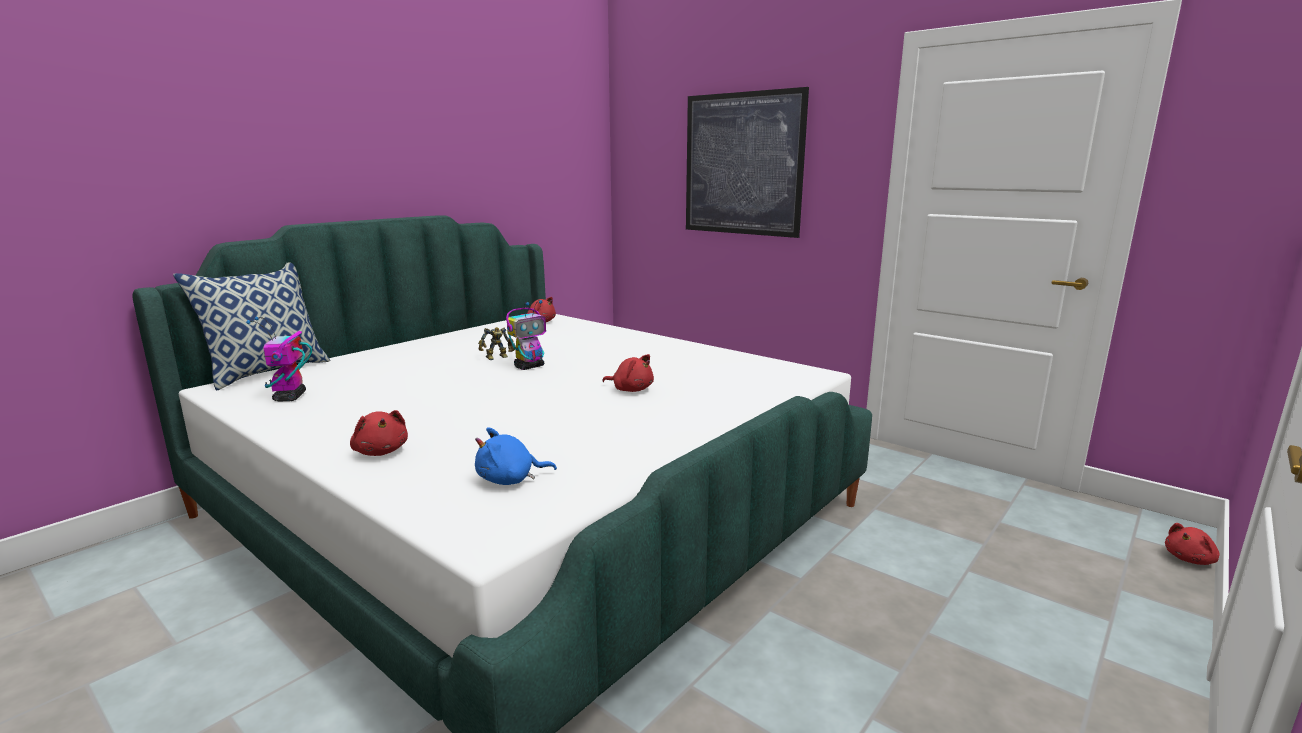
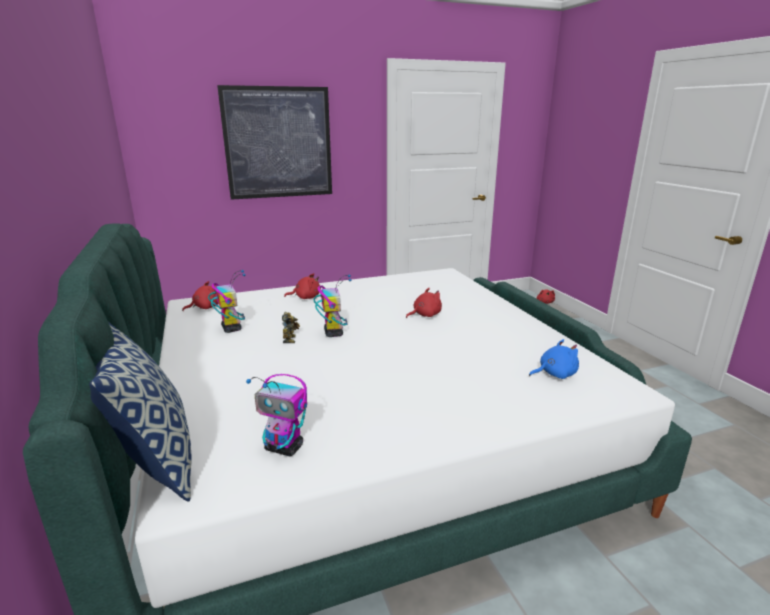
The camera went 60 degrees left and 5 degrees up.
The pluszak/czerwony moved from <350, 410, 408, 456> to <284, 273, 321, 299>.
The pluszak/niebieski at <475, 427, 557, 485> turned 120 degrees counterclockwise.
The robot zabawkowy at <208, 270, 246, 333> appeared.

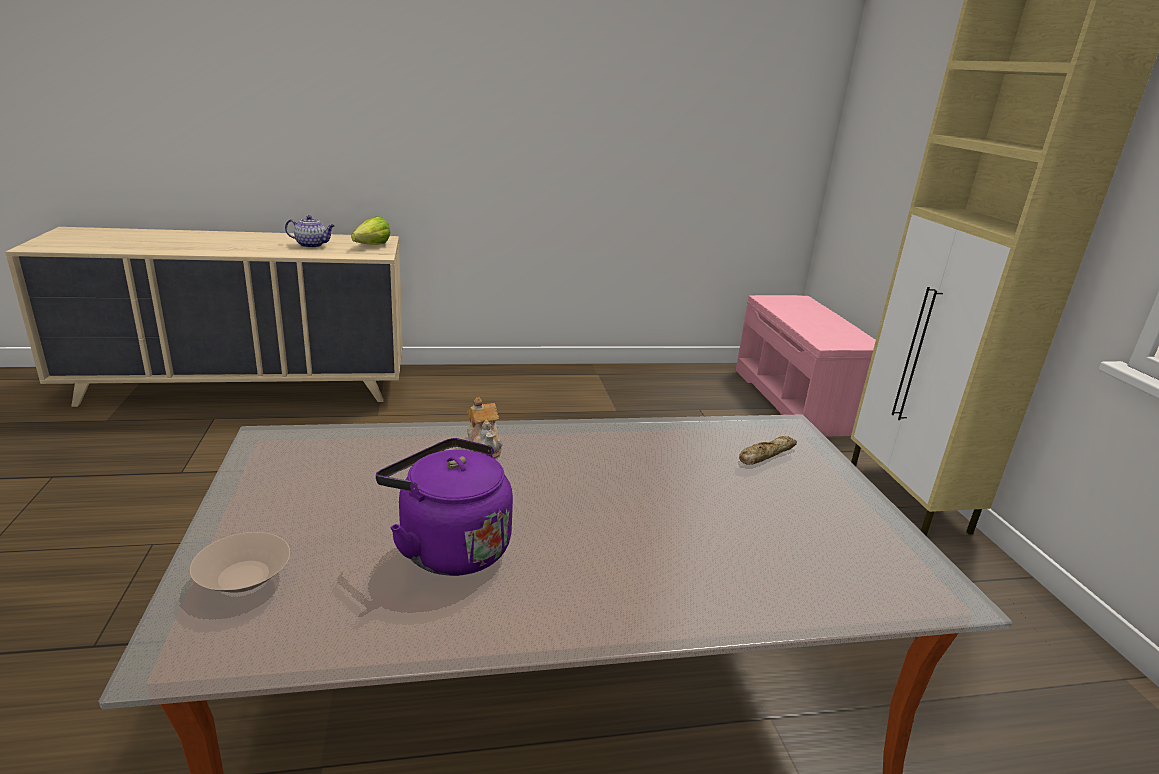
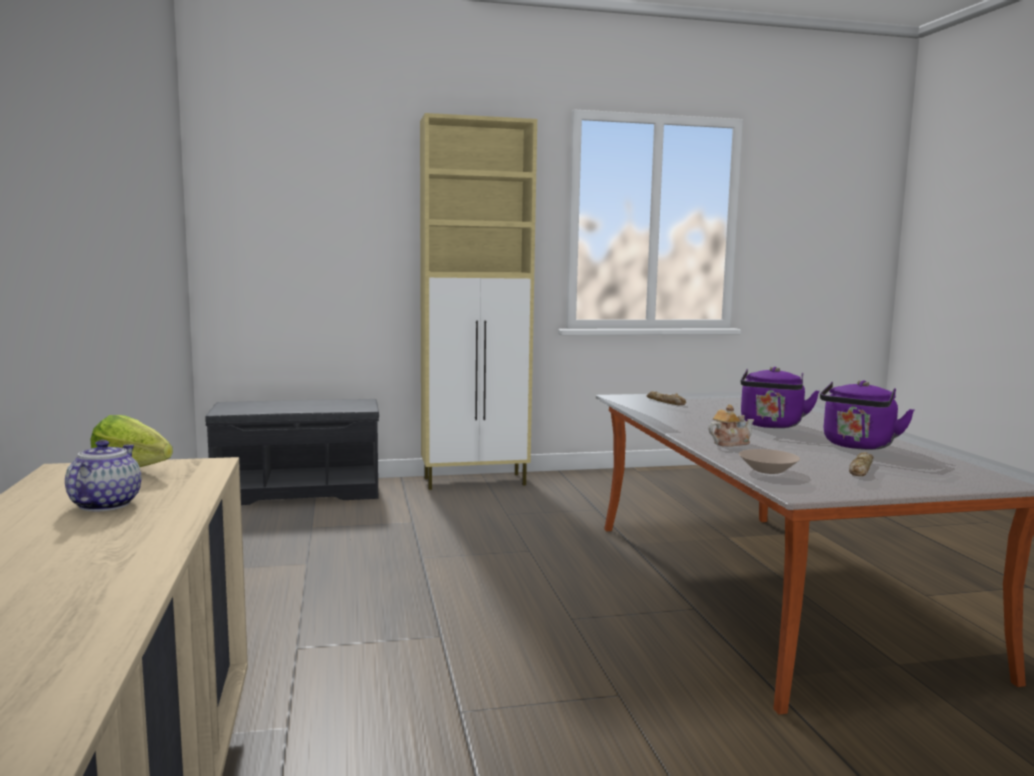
The camera went 90 degrees left and 15 degrees down.
The ławka/różowy at <736, 295, 876, 437> became the ławka/szary at <205, 399, 379, 505>.
The miska/beżowy moved from <190, 532, 290, 593> to <739, 449, 800, 474>.
The czajnik/fioletowy at <741, 367, 820, 428> appeared.
The chleb at <849, 452, 874, 476> appeared.

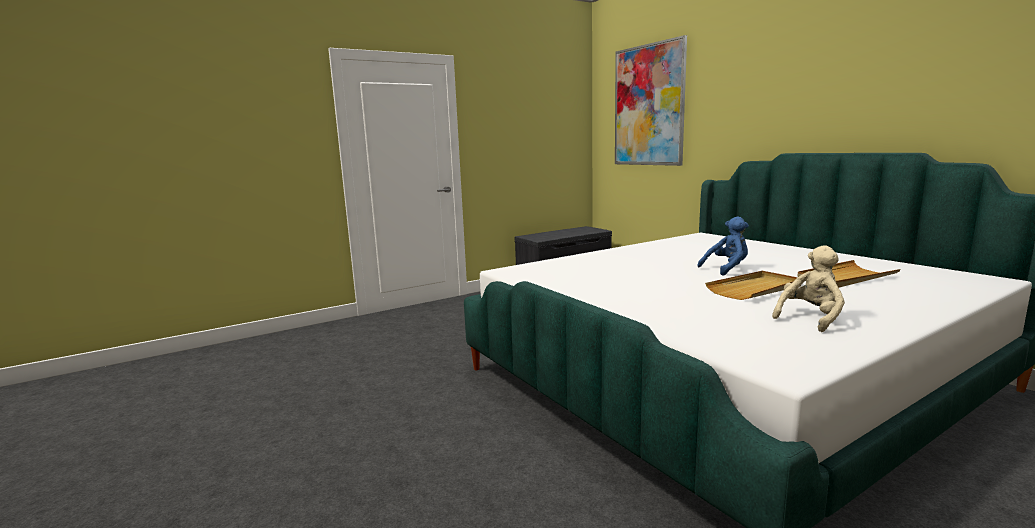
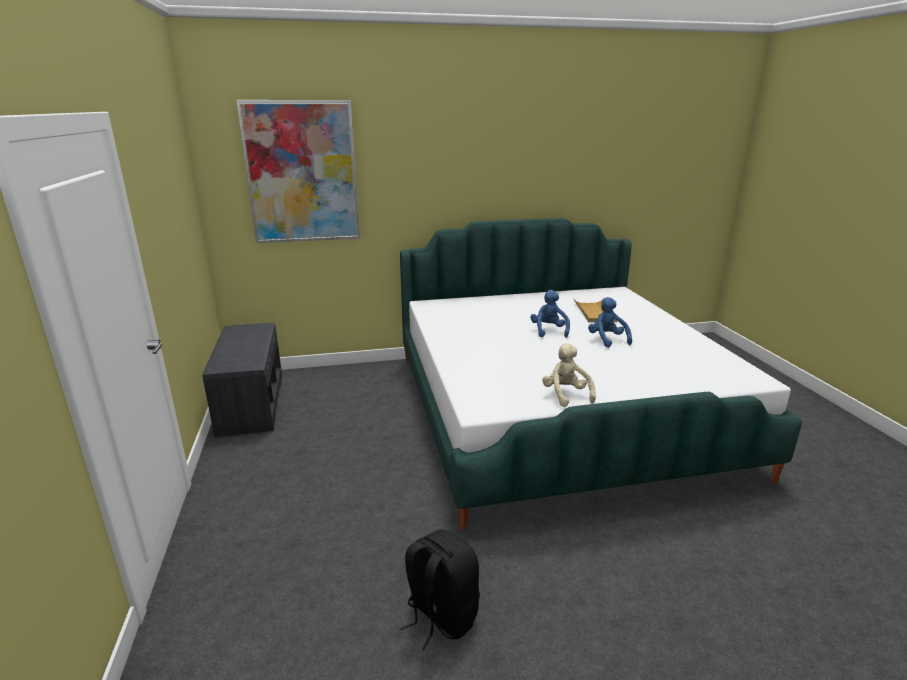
The camera went 70 degrees left and 10 degrees up.
The pluszak/beżowy moved from <772, 245, 845, 332> to <542, 343, 596, 407>.
The taca/beżowy at <705, 271, 802, 300> was replaced by the pluszak/niebieski at <588, 297, 632, 348>.
The plecak/czarny at <400, 529, 480, 651> appeared.

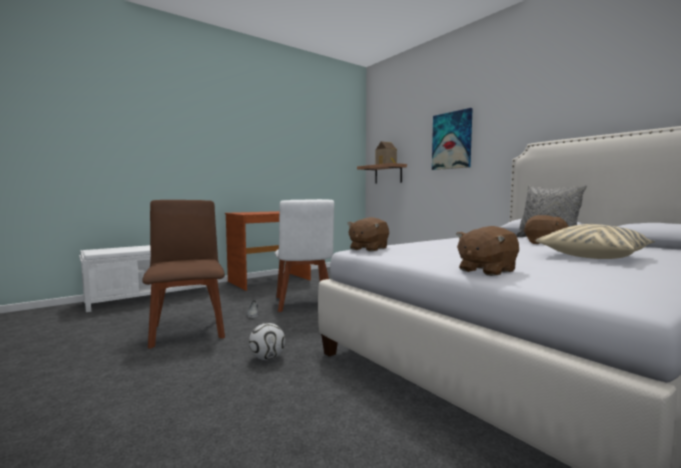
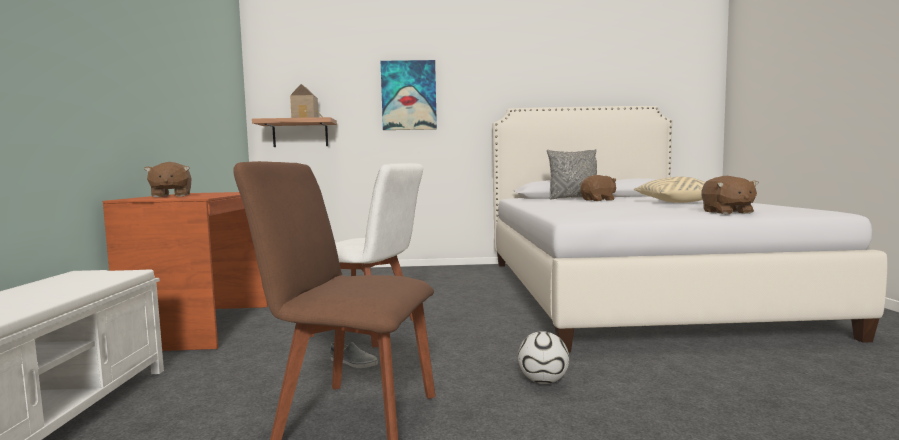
The camera went 55 degrees left and 0 degrees up.
The pluszak/brązowy moved from <347, 217, 389, 252> to <144, 162, 192, 197>.

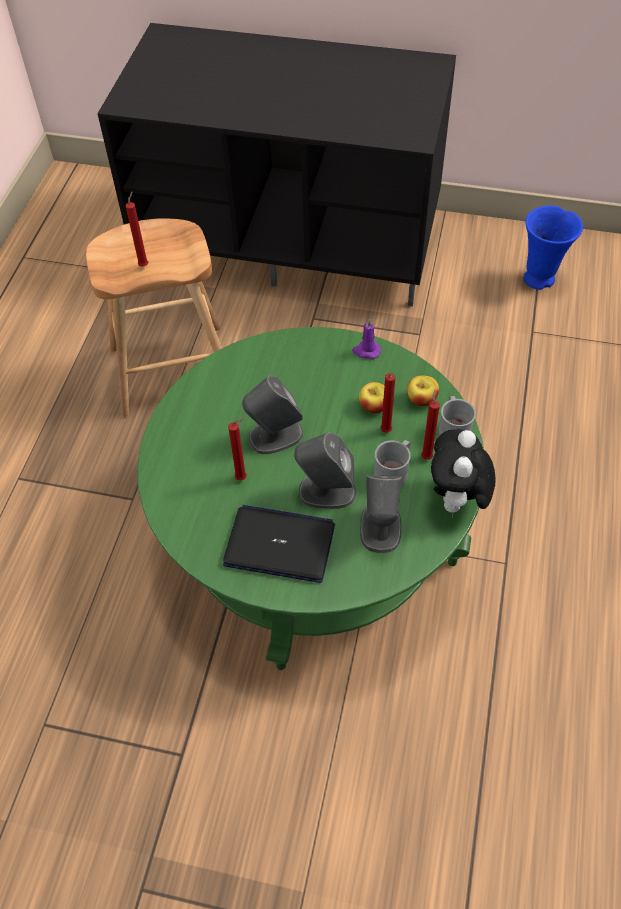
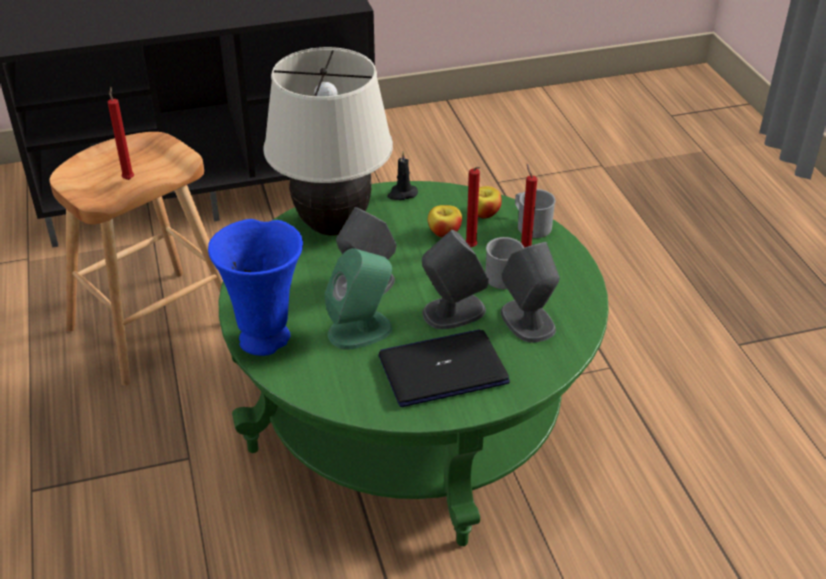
The camera went 30 degrees left and 15 degrees down.
The wazon/niebieski moved from <523, 205, 583, 290> to <208, 219, 303, 356>.
The świeca/fioletowy at <352, 319, 381, 359> became the świeca/czarny at <387, 151, 418, 200>.
The świeca/czerwony at <228, 419, 247, 481> was replaced by the głośnik/zielony at <325, 248, 393, 350>.
The pluszak at <431, 429, 495, 517> disappeared.
The lampa stołowa/beżowy at <263, 47, 393, 236> appeared.

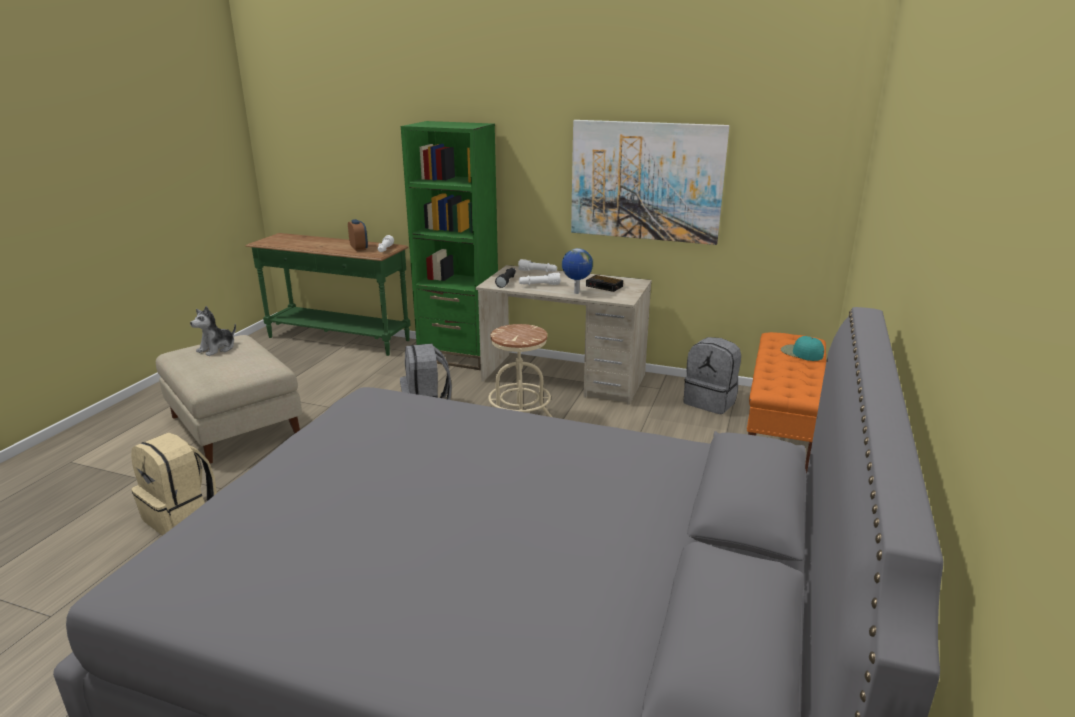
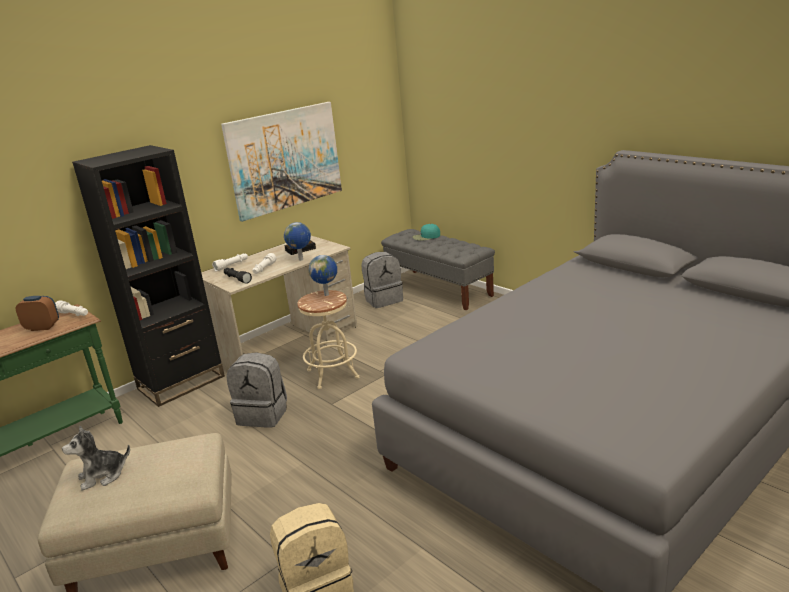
The camera went 60 degrees left and 0 degrees up.
The regał/zielony at <401, 121, 498, 370> became the regał/czarny at <72, 145, 225, 407>.
The pluszak at <190, 306, 236, 356> turned 90 degrees clockwise.
The ławka/pomarańczowy at <747, 332, 826, 474> became the ławka/szary at <381, 229, 495, 310>.
The globus at <309, 255, 337, 296> appeared.

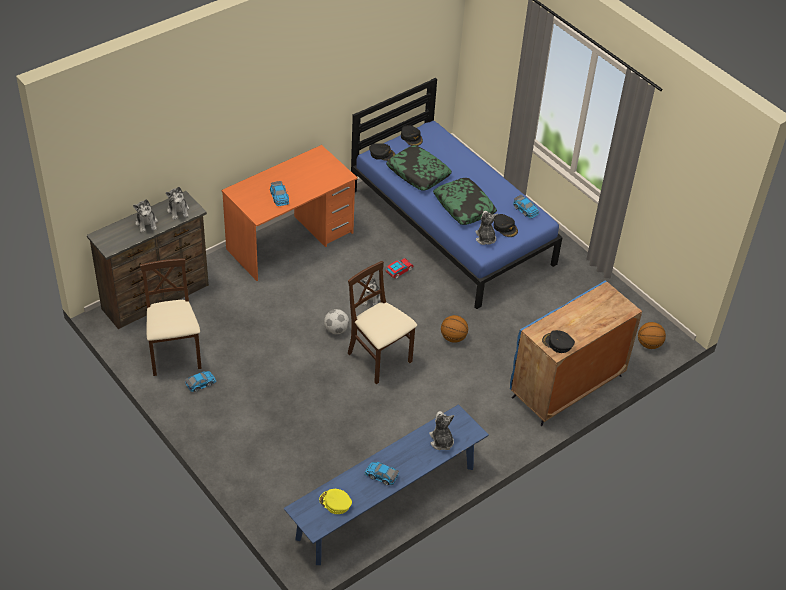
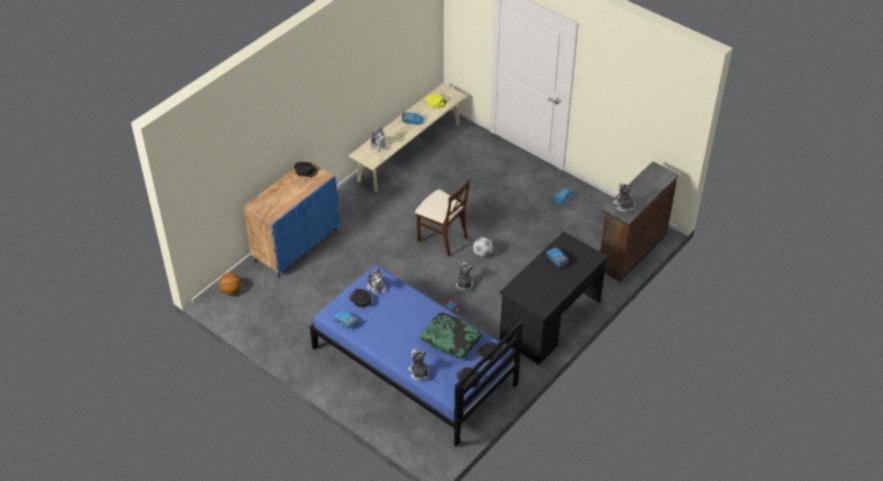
The camera went 170 degrees right and 0 degrees up.
The biurko/pomarańczowy at <222, 145, 358, 281> became the biurko/czarny at <499, 231, 608, 365>.
The poduszka at <433, 178, 497, 225> disappeared.
The pluszak moved from <133, 199, 158, 233> to <408, 349, 429, 380>.
The krzesło/beżowy at <140, 258, 202, 376> disappeared.
The piłka do koszykówki at <441, 315, 468, 343> disappeared.
The ławka/niebieski at <284, 404, 489, 565> became the ławka/beżowy at <348, 83, 466, 192>.

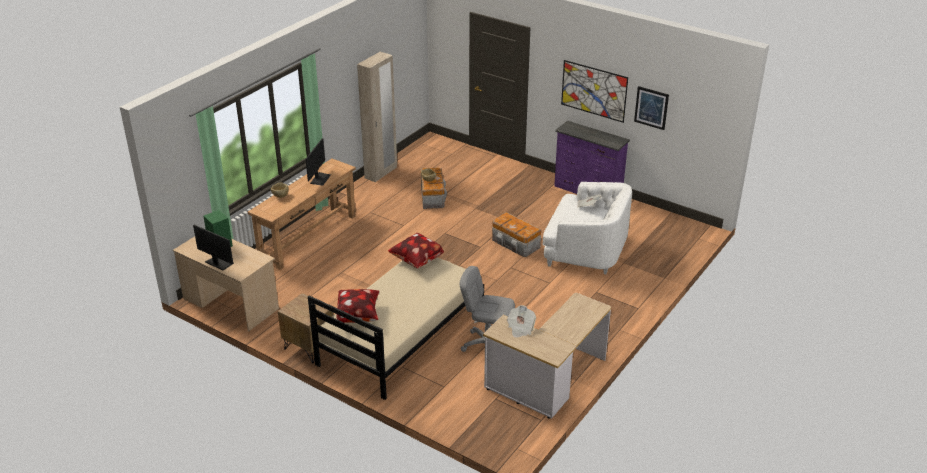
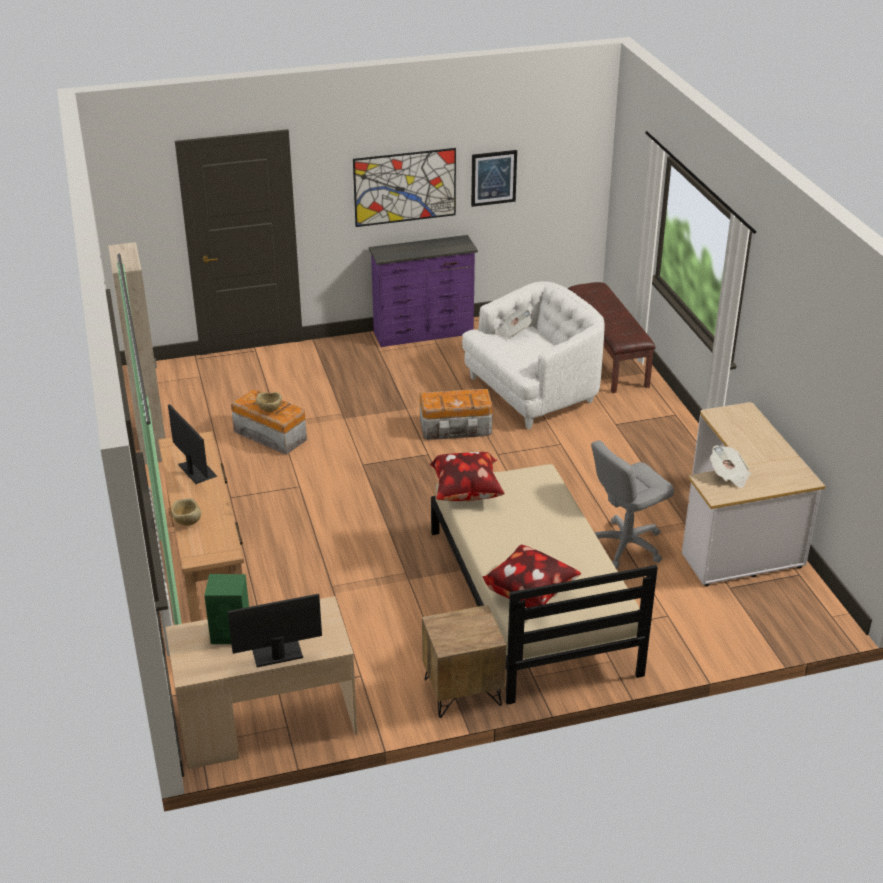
The camera went 50 degrees left and 0 degrees up.
The ławka/brązowy at <568, 282, 656, 393> appeared.

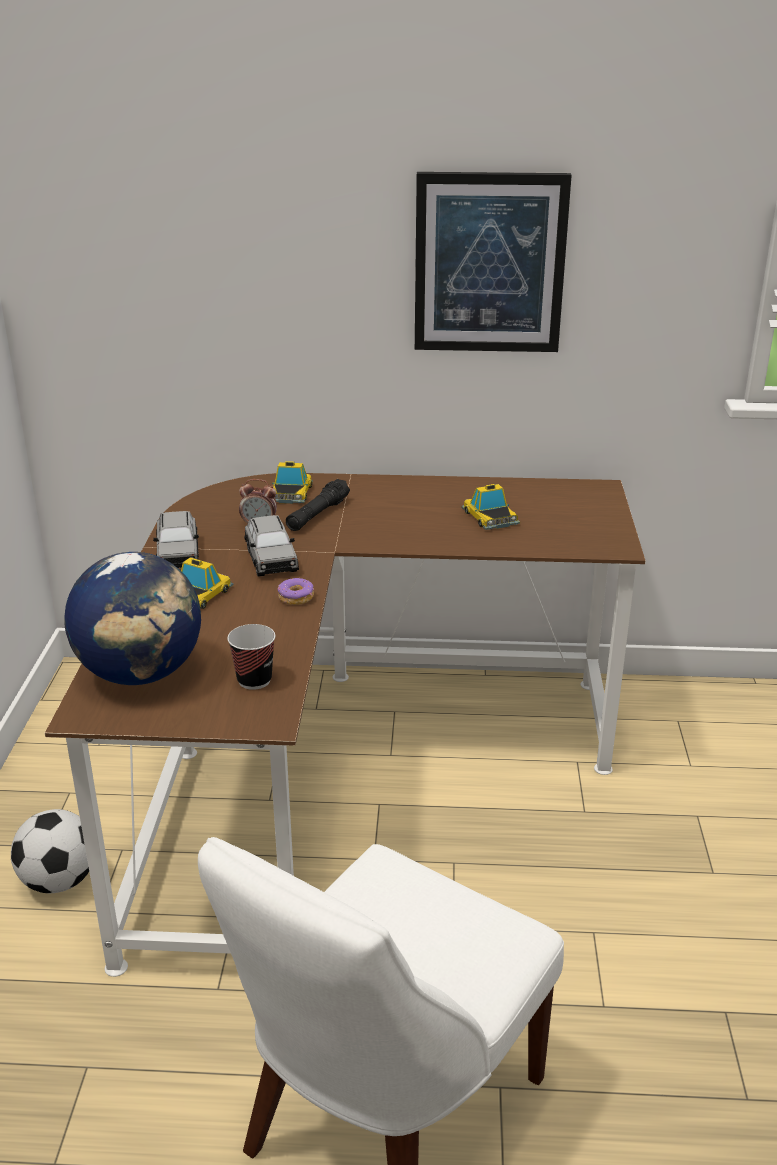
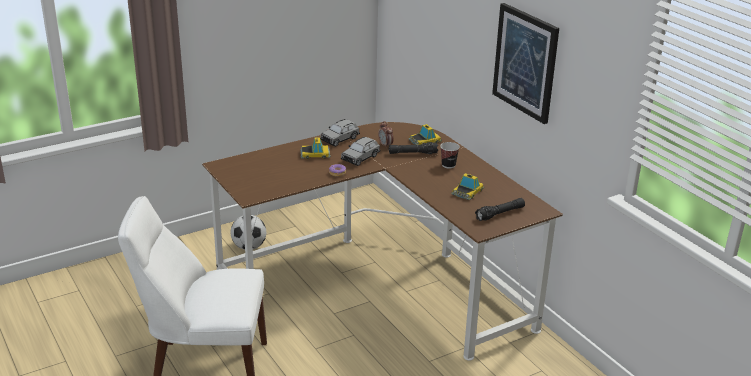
The camera went 55 degrees right and 0 degrees up.
The globus at <64, 552, 201, 685> disappeared.
The filiżanka moved from <227, 624, 275, 690> to <440, 142, 460, 168>.
The latarka/czarny at <475, 198, 525, 221> appeared.

